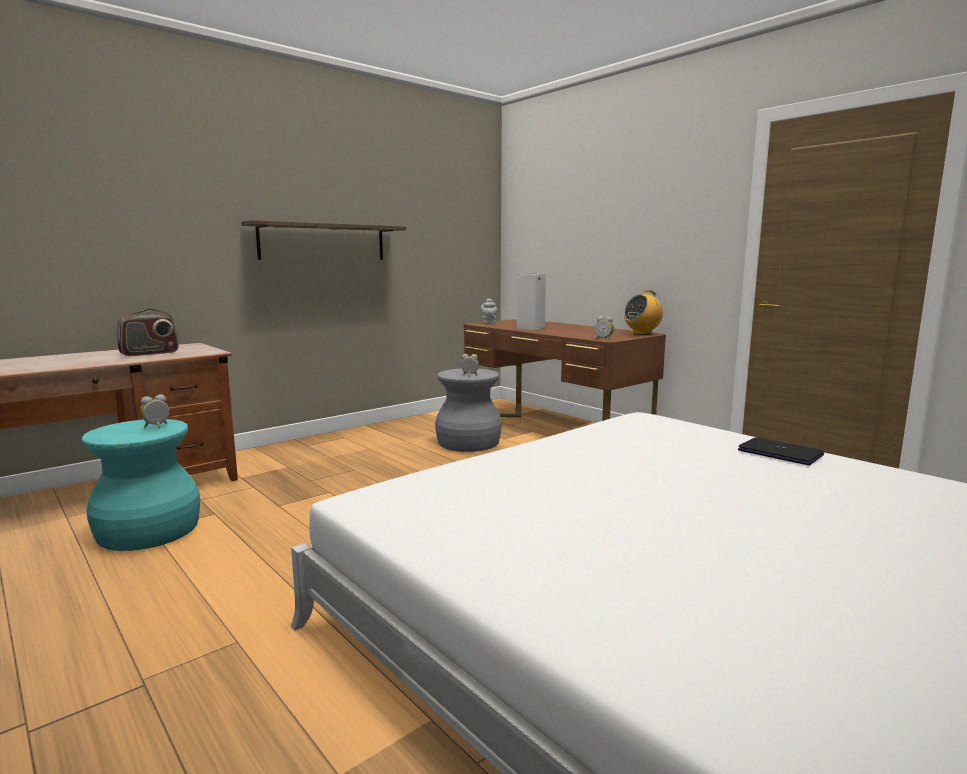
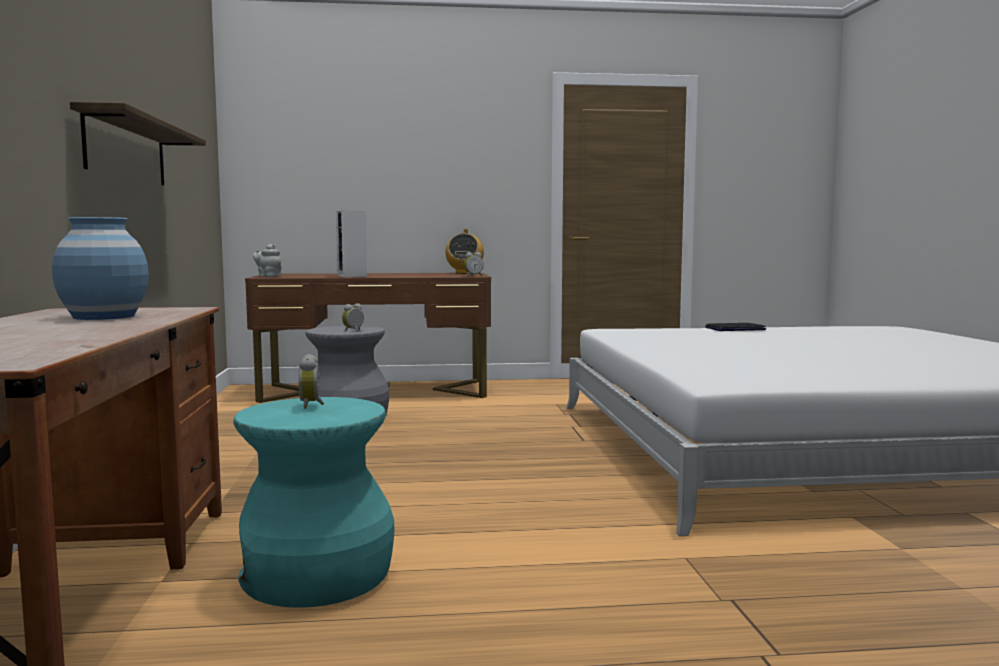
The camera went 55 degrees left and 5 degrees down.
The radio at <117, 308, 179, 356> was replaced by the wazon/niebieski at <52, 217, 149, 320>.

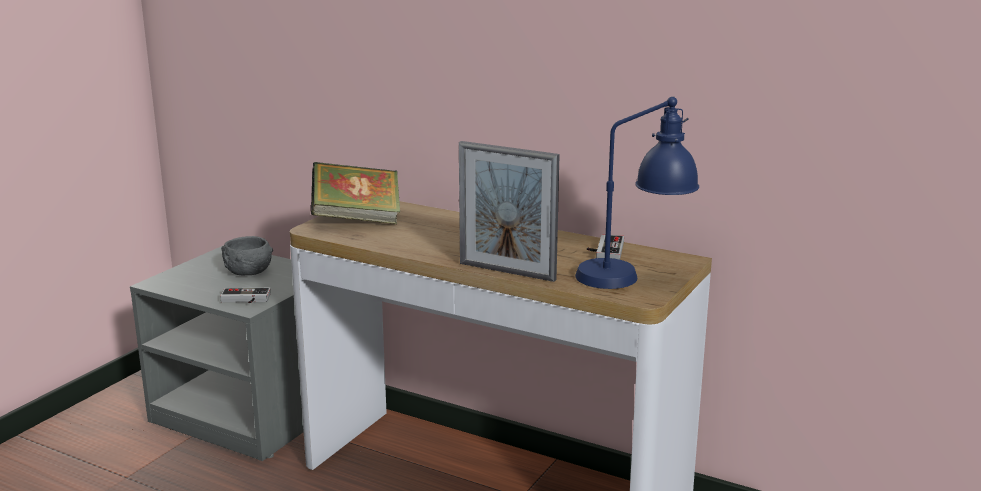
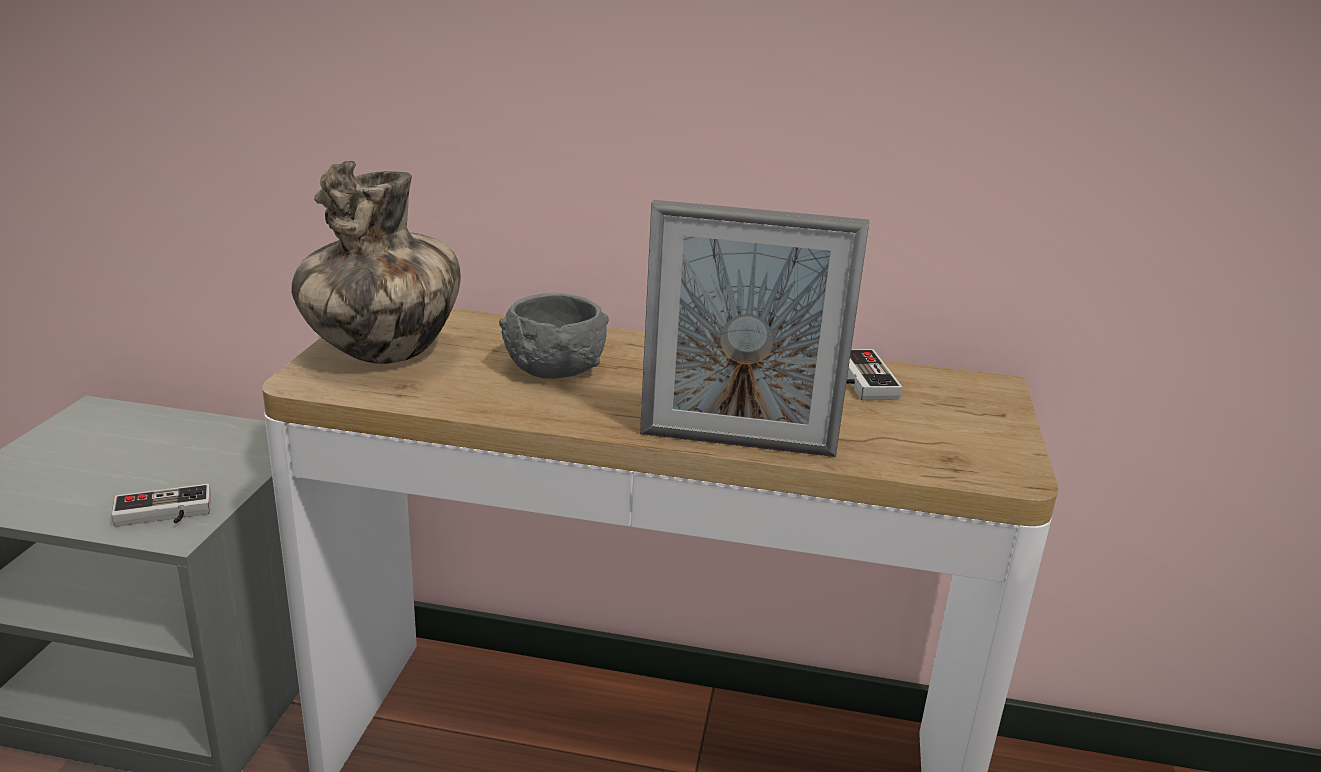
The camera went 20 degrees left and 5 degrees up.
The lampa stołowa/niebieski at <575, 97, 699, 289> disappeared.
The książka at <311, 162, 400, 224> was replaced by the wazon at <291, 161, 461, 364>.
The miska/szary moved from <221, 236, 273, 276> to <499, 293, 609, 378>.

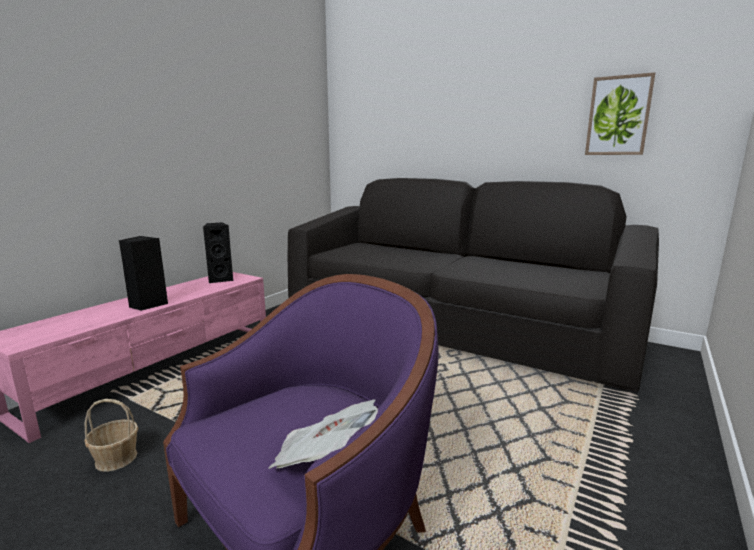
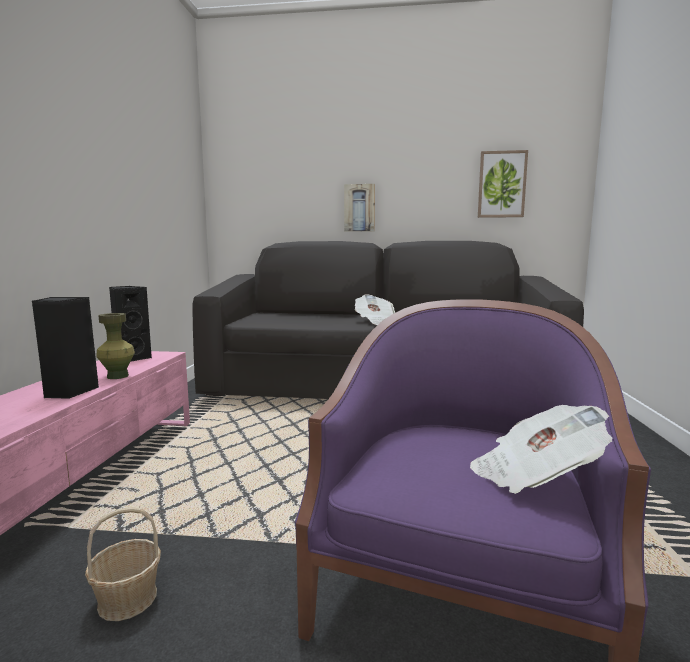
The camera went 25 degrees left and 5 degrees down.
The obraz at <344, 184, 375, 232> appeared.
The gazeta at <355, 295, 395, 325> appeared.
The wazon/zielony at <96, 313, 135, 379> appeared.

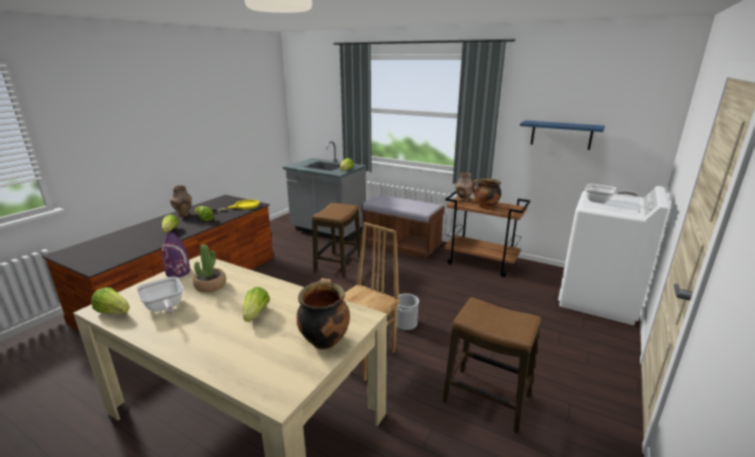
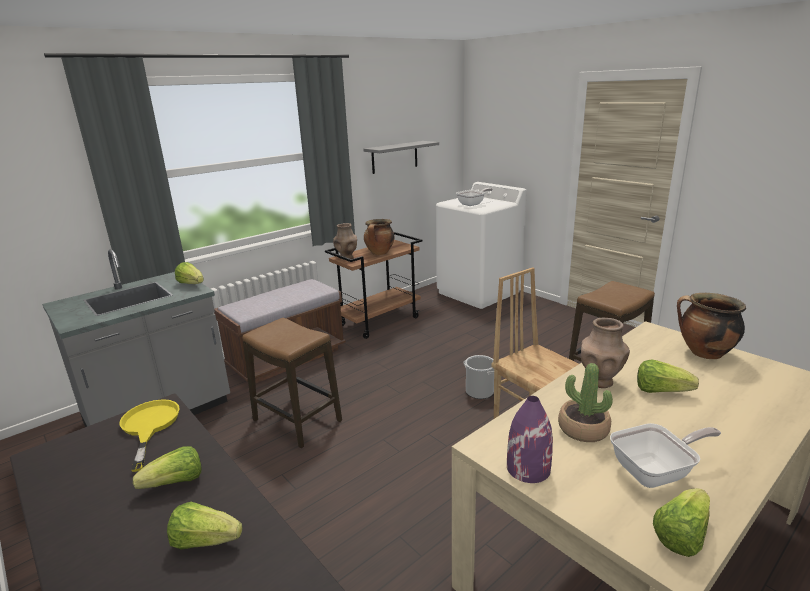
The camera went 70 degrees left and 0 degrees up.
The półka/niebieski at <520, 120, 605, 150> became the półka/szary at <363, 141, 439, 174>.
The wazon/brązowy moved from <170, 185, 192, 217> to <581, 318, 630, 388>.

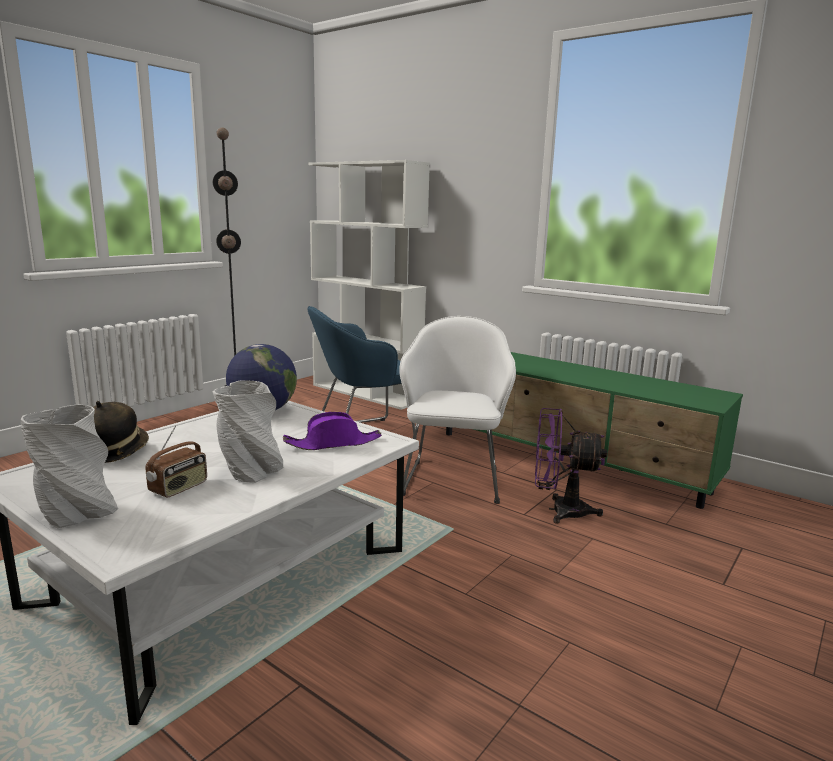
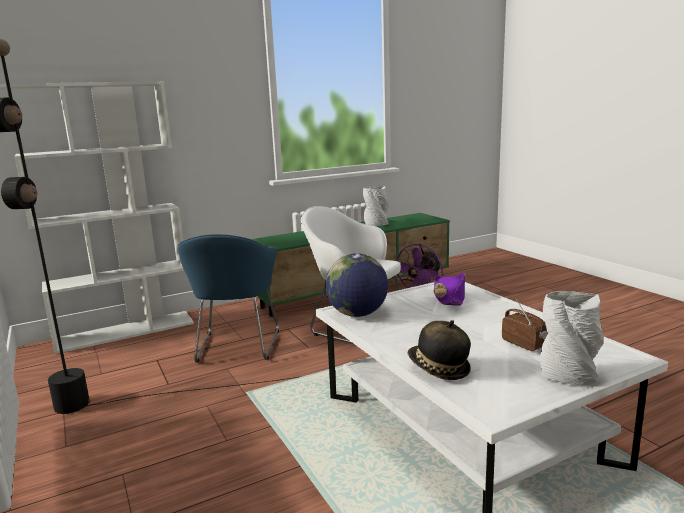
The camera went 65 degrees left and 0 degrees up.
The wazon/szary moved from <213, 380, 284, 483> to <363, 186, 389, 226>.

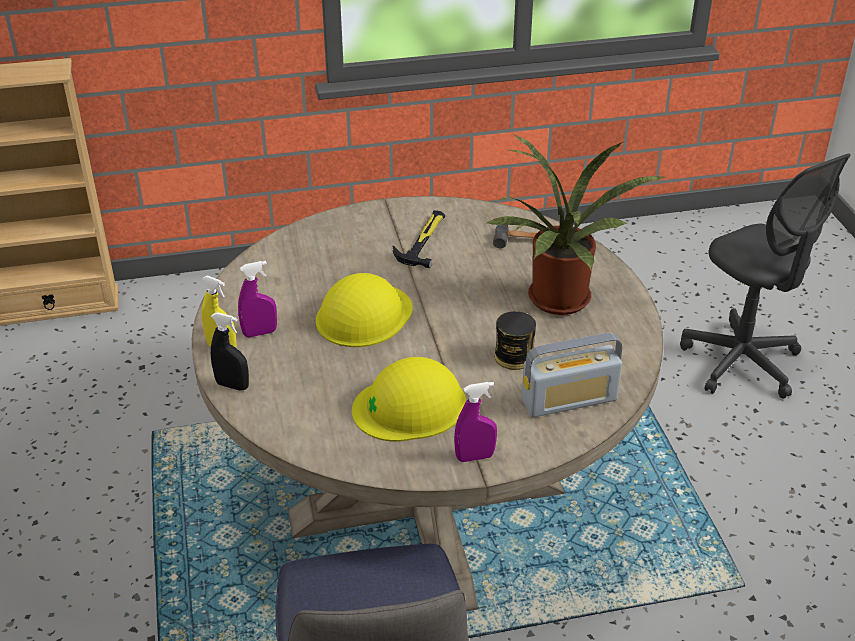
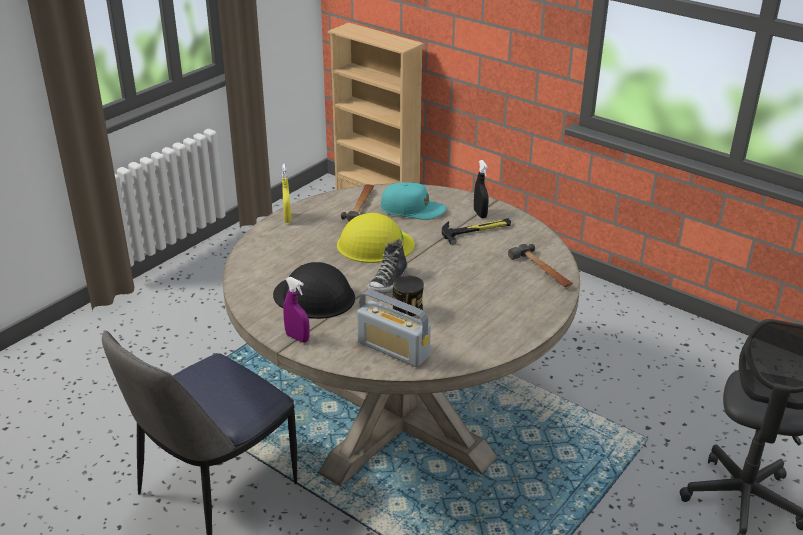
The camera went 50 degrees right and 5 degrees down.
The roślina doniczkowa at <485, 135, 668, 315> disappeared.
The spryskiwacz/fioletowy at <238, 261, 277, 337> disappeared.
The spryskiwacz/czarny moved from <211, 312, 249, 391> to <474, 160, 489, 218>.
The kask/żółty at <352, 357, 466, 442> became the kask/czarny at <273, 262, 355, 319>.
The czapka z daszkiem/turkusowy at <381, 182, 446, 220> appeared.
The młotek at <341, 184, 374, 222> appeared.
The but at <367, 239, 408, 294> appeared.

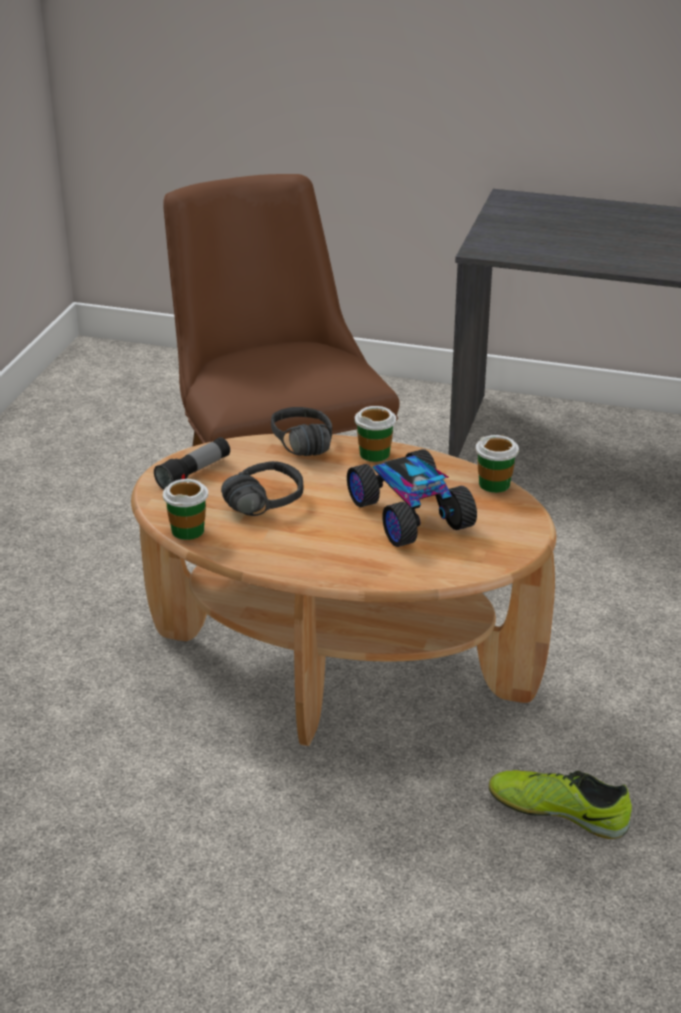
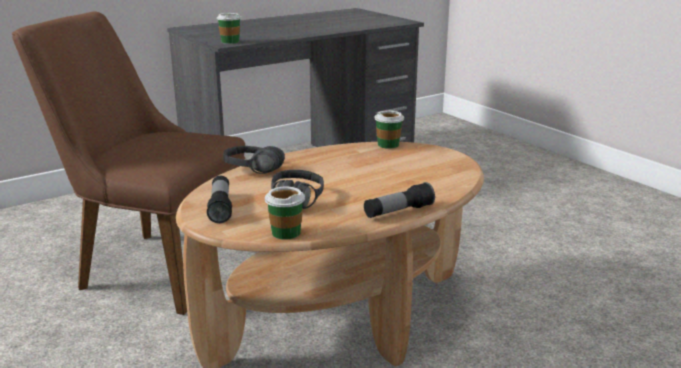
The camera went 50 degrees left and 10 degrees down.
The filiżanka moved from <355, 406, 396, 462> to <216, 13, 241, 44>.
The samochodzik at <347, 449, 477, 547> disappeared.
The but at <489, 770, 632, 839> disappeared.
The latarka at <364, 182, 435, 218> appeared.

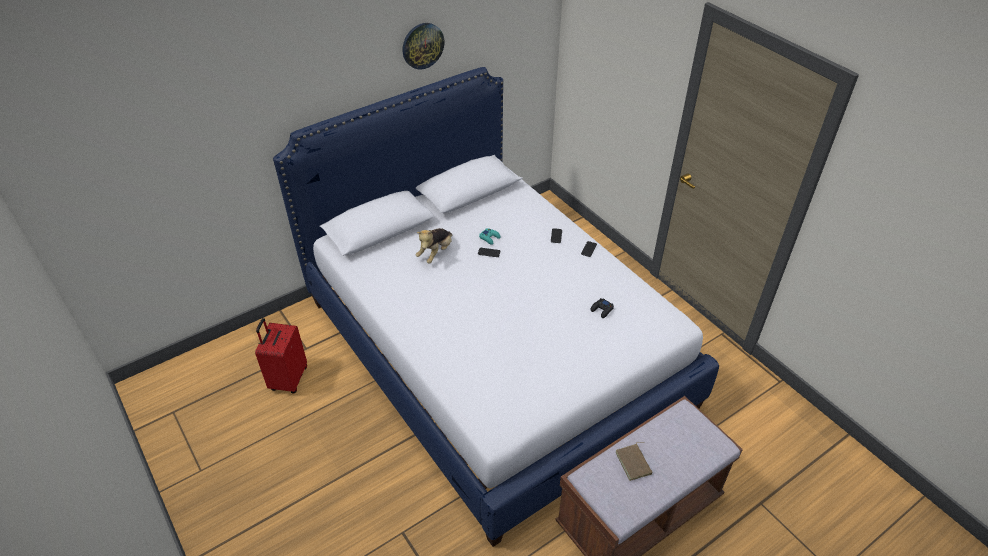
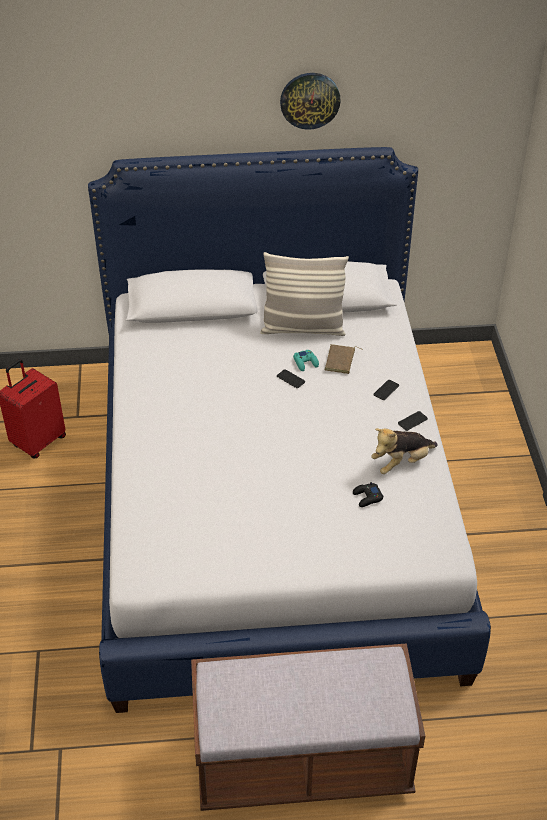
The camera went 30 degrees right and 0 degrees up.
The pluszak moved from <416, 228, 452, 264> to <371, 428, 438, 474>.
The książka/brązowy moved from <616, 442, 653, 481> to <325, 344, 363, 374>.
The poduszka at <260, 252, 349, 336> appeared.

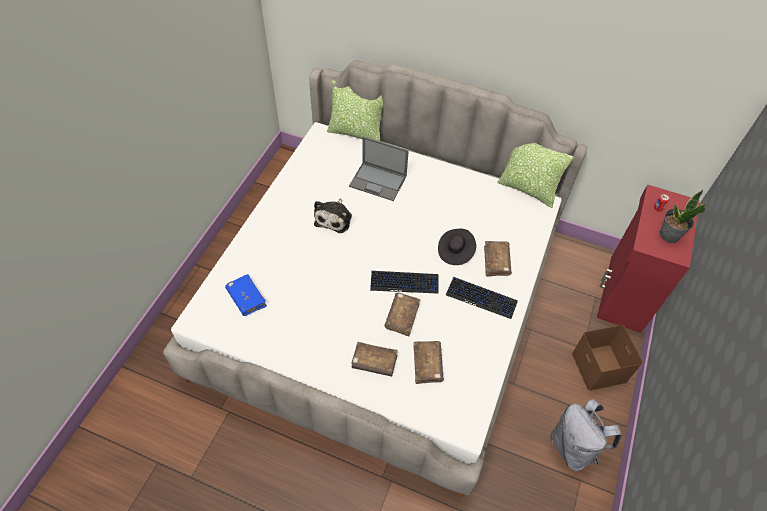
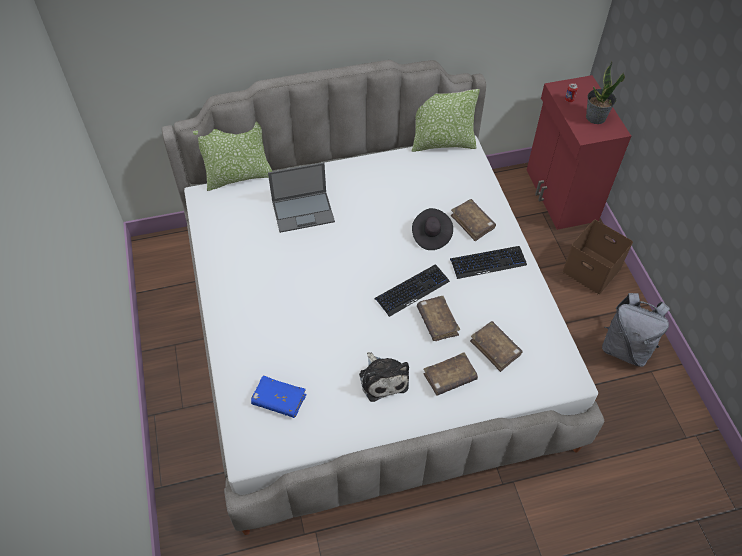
The camera went 35 degrees left and 0 degrees up.
The pluszak moved from <314, 199, 352, 233> to <359, 352, 409, 402>.

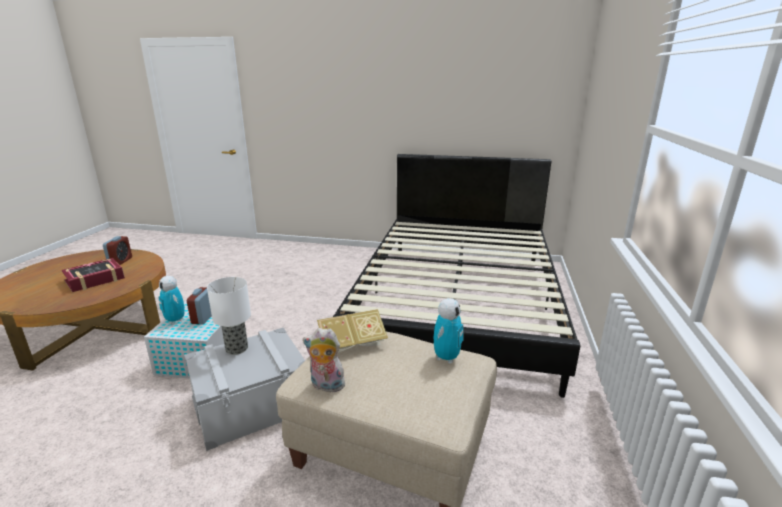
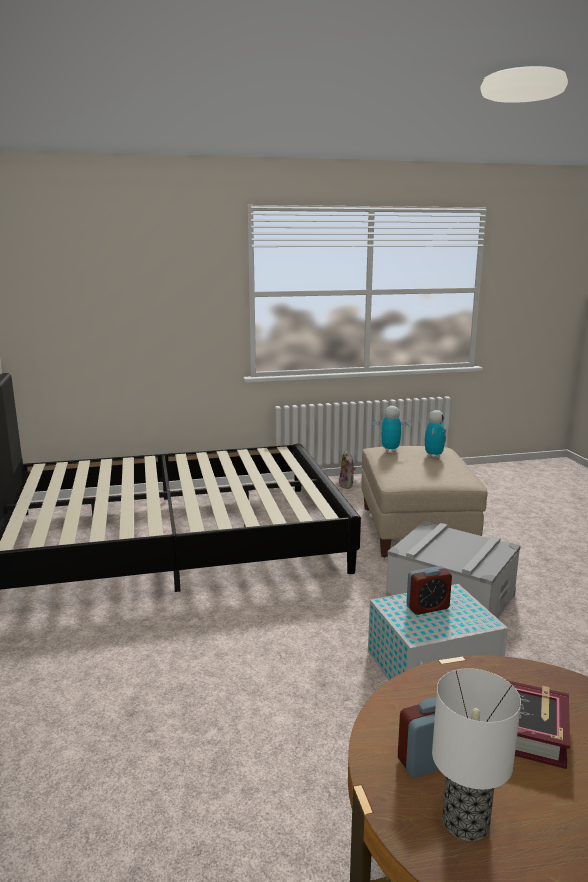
The camera went 115 degrees left and 5 degrees down.
The robot zabawkowy moved from <158, 276, 185, 324> to <425, 410, 446, 458>.
The lampa stołowa moved from <207, 277, 251, 355> to <432, 668, 521, 841>.
The książka at <317, 309, 388, 353> disappeared.
The pluszak moved from <303, 328, 349, 392> to <339, 450, 356, 489>.

